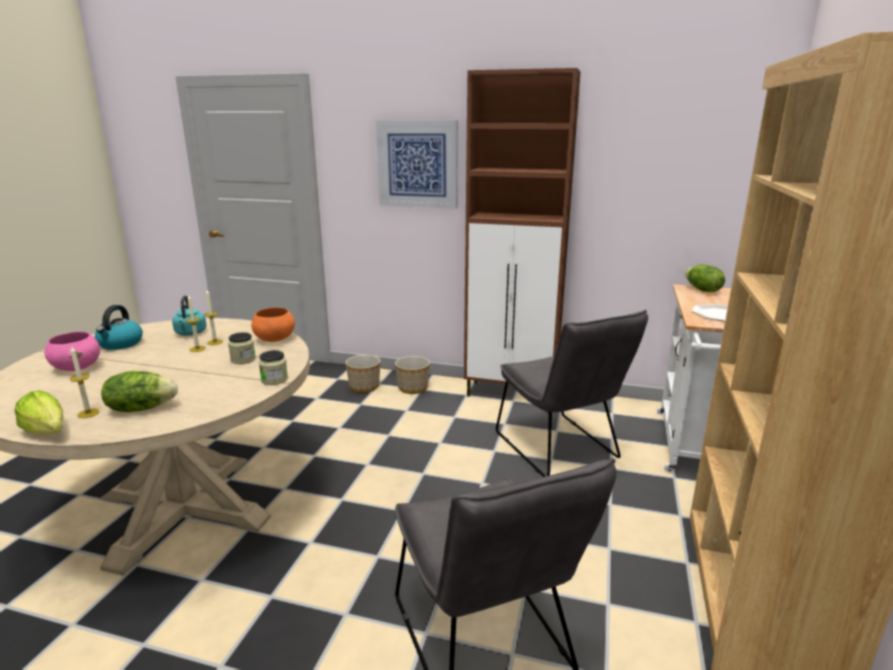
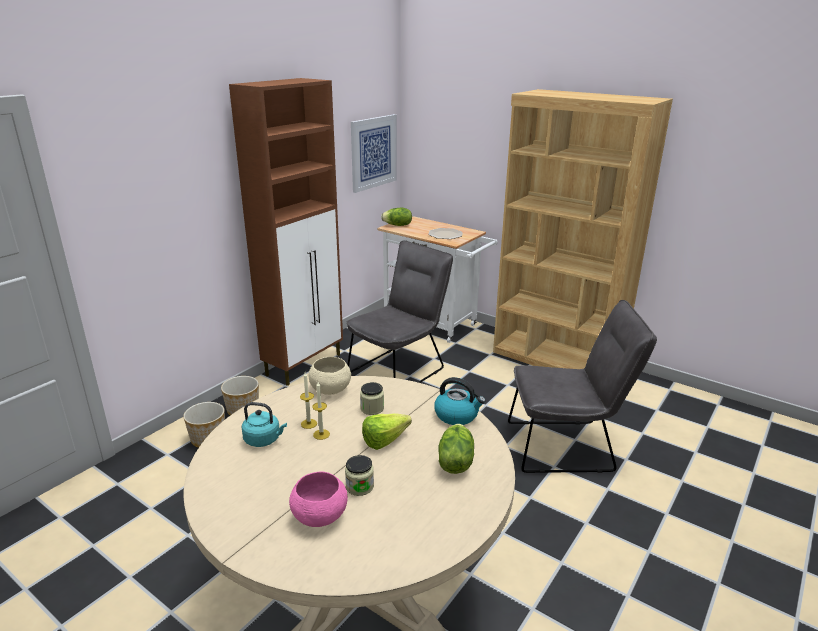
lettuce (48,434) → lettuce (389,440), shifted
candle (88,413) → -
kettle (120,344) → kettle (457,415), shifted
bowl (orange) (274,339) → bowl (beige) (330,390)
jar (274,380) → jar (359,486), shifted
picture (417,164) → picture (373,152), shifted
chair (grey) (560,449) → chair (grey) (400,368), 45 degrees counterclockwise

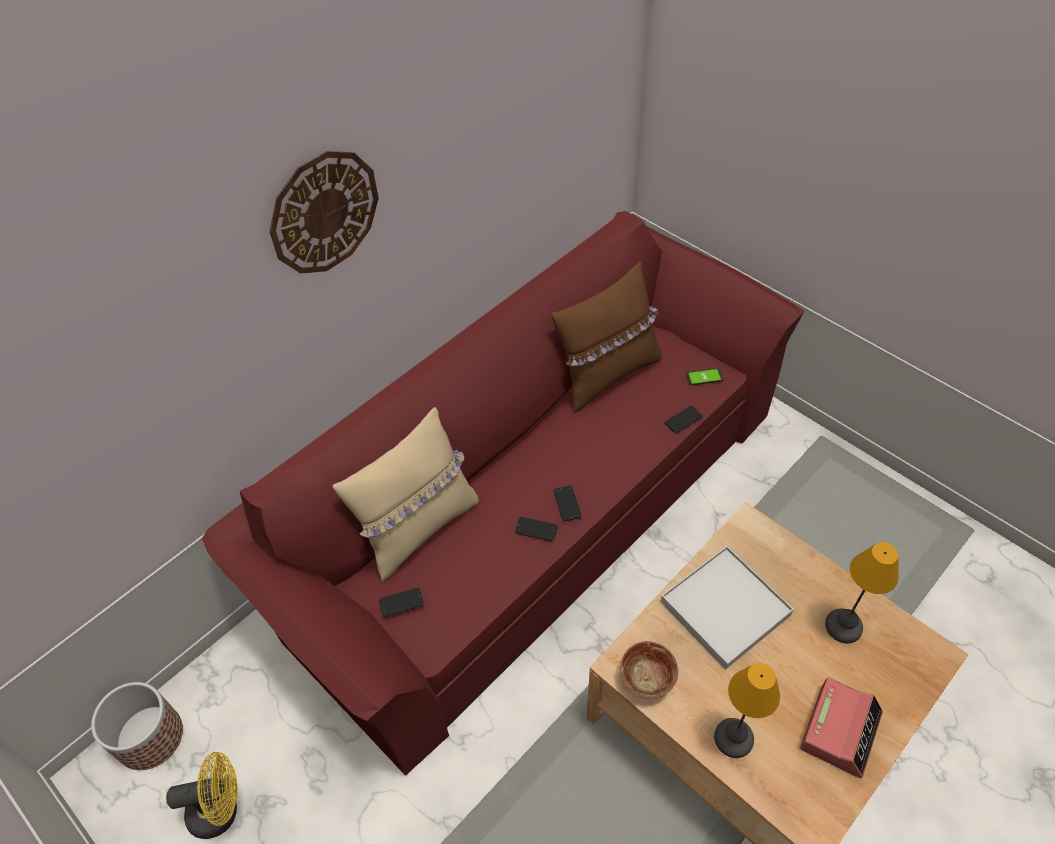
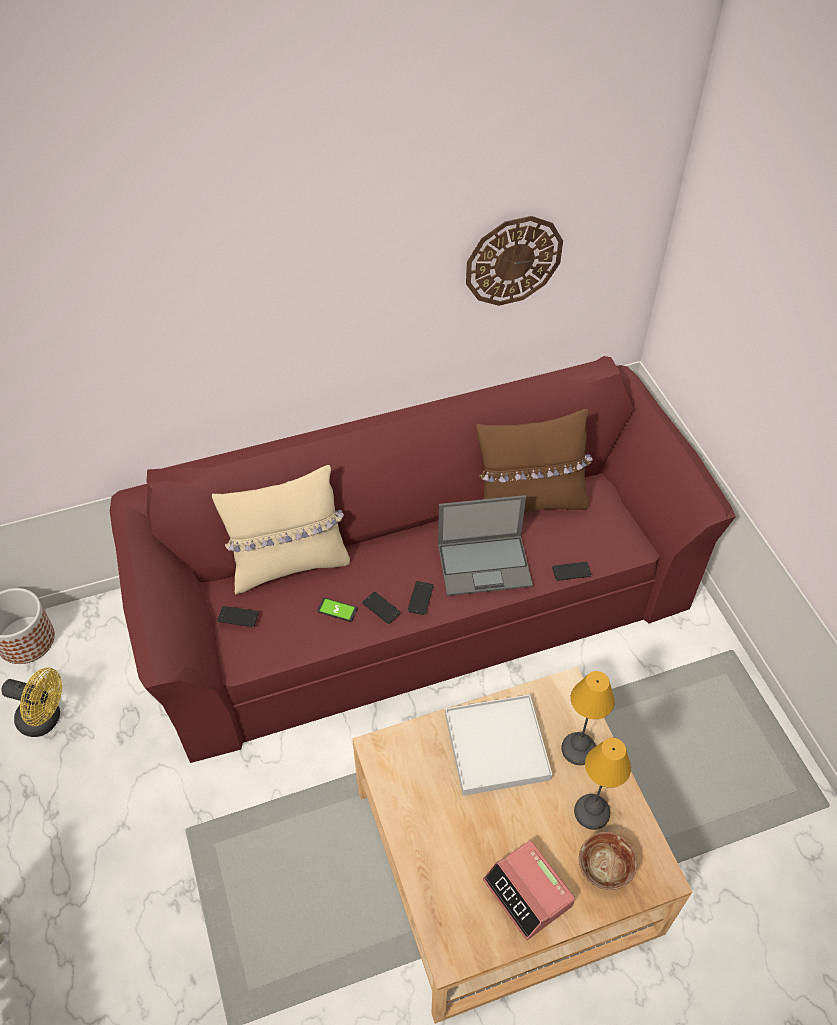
wall clock (324,212) → wall clock (513,260), shifted
bowl (647,680) → bowl (604,869), shifted
phone (704,377) → phone (337,610), shifted
table lamp (733,737) → table lamp (579,748), shifted
alarm clock (840,730) → alarm clock (528,893), 90 degrees clockwise
- → laptop (485,564)

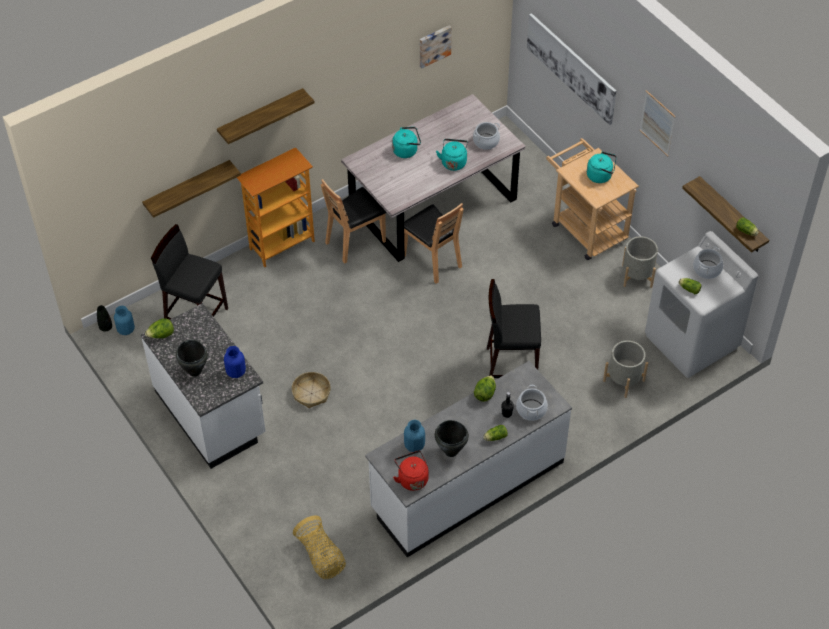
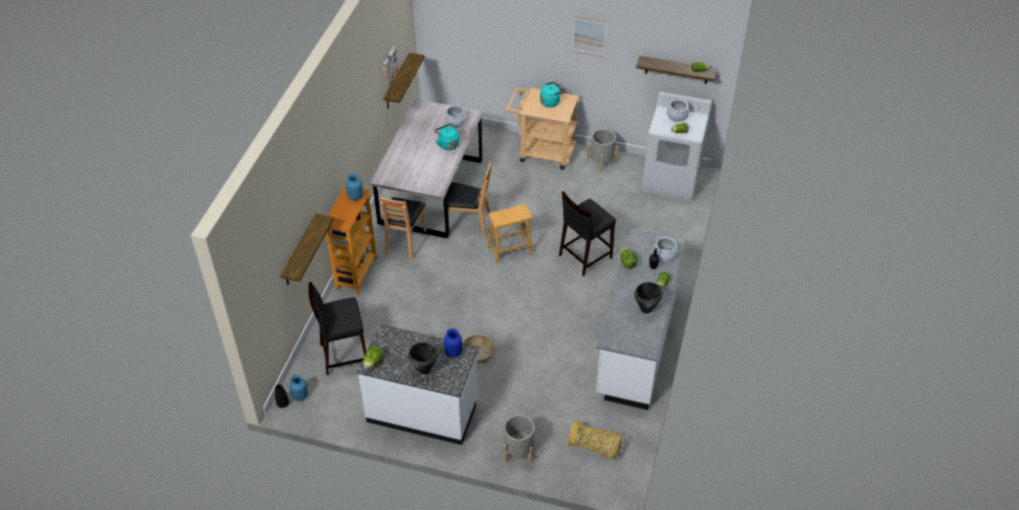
shelf (261,117) → shelf (397,82), shifted
kettle (turquoise) (406,150) → -
kettle (red) (412,478) → -
vase (blue) (414,445) → vase (blue) (355,196), shifted
picture (571,67) → -
planter (grey) (624,380) → planter (grey) (519,451), shifted
- → stool (brown) (510,250)

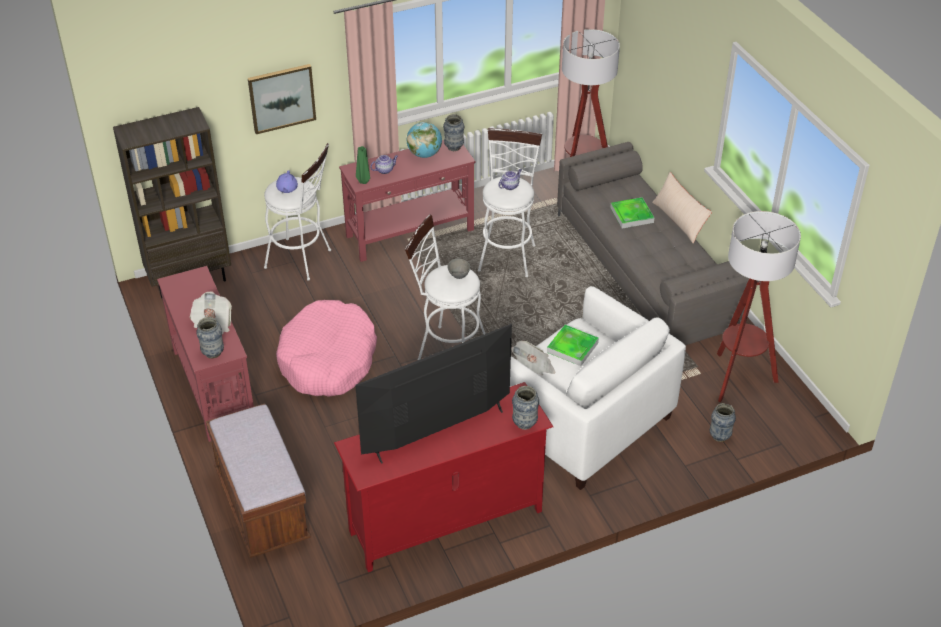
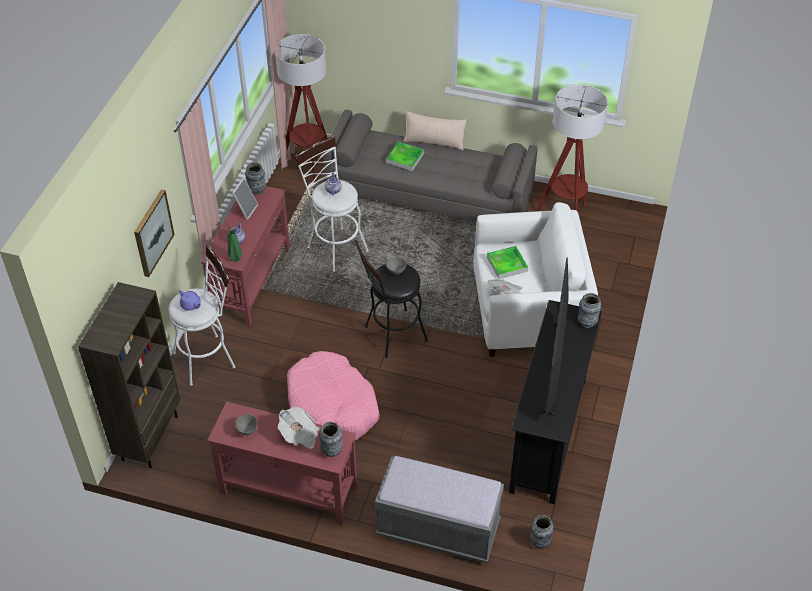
bench (brown) (261,506) → bench (grey) (438,529)
tv stand (red) (445,522) → tv stand (black) (548,435)
stool (white) (447,348) → stool (black) (391,335)
globe (424,154) → picture frame (245,210)
vase (719,436) → vase (539,542), shifted
- → bowl (grey) (247,431)

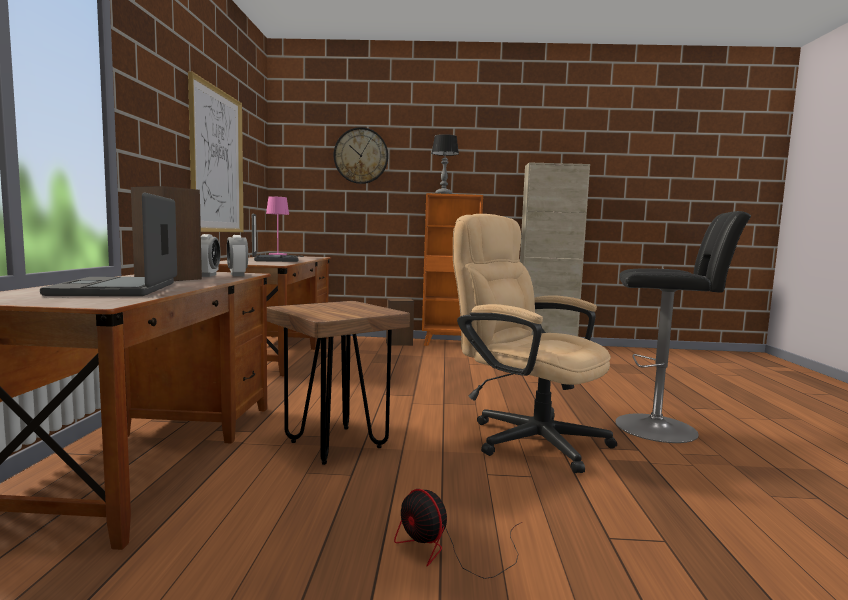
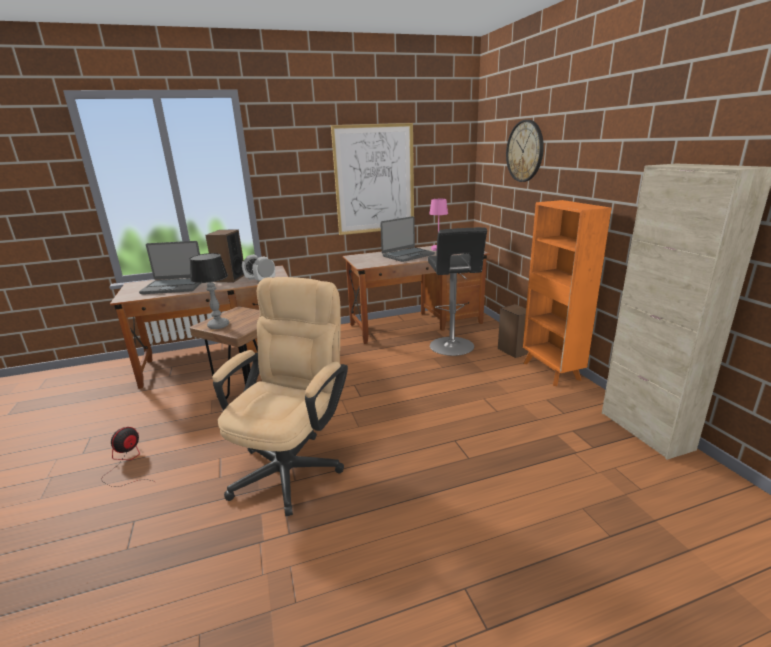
laptop (119,289) → laptop (174,286), 150 degrees counterclockwise
table lamp (443,194) → table lamp (218,326), shifted
stool (black) (662,428) → stool (black) (452,347), shifted

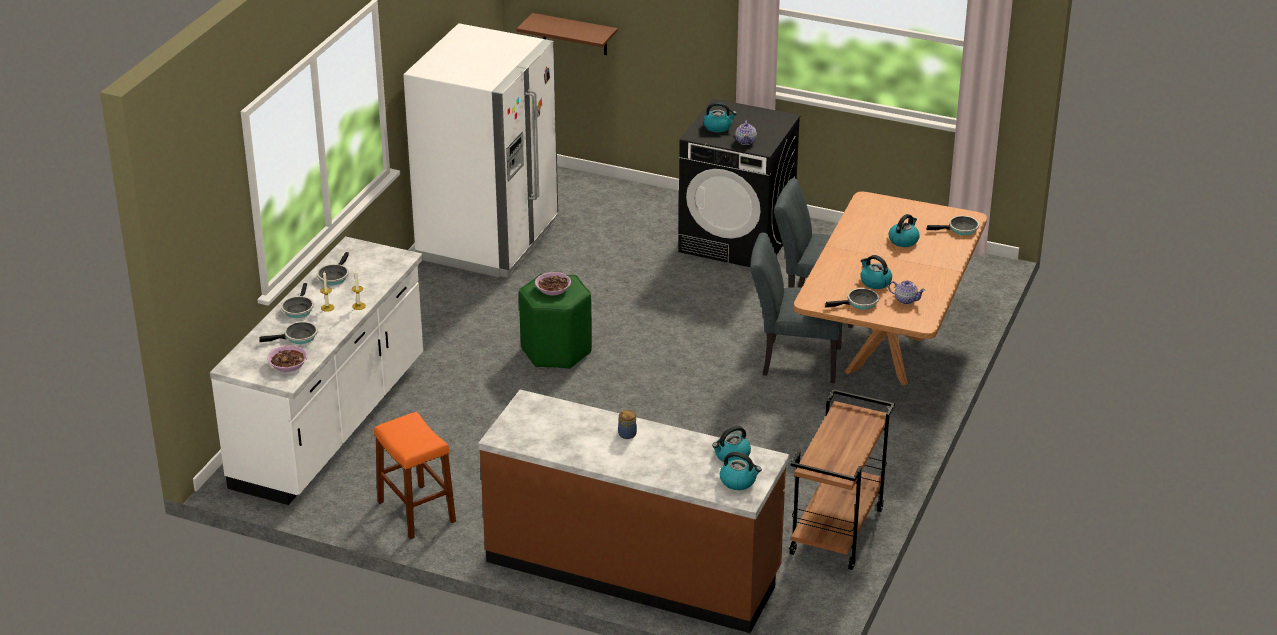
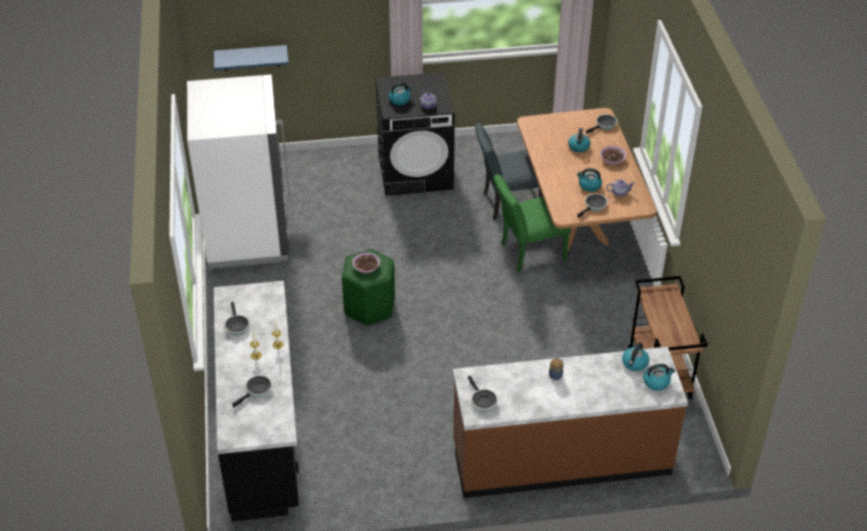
counter (white) (331,424) → counter (black) (263,433)
bowl (288,364) → bowl (612,159), shifted
frying pan (298,309) → frying pan (482,401), shifted
stool (orange) (416,511) → -
shelf (brown) (575,34) → shelf (blue) (251,58)
chair (grey) (794,361) → chair (green) (528,253)

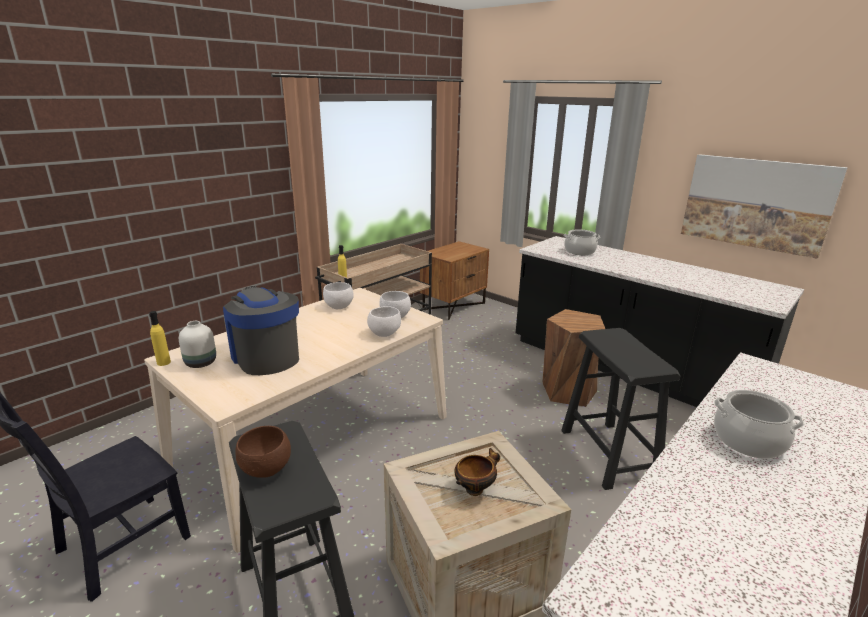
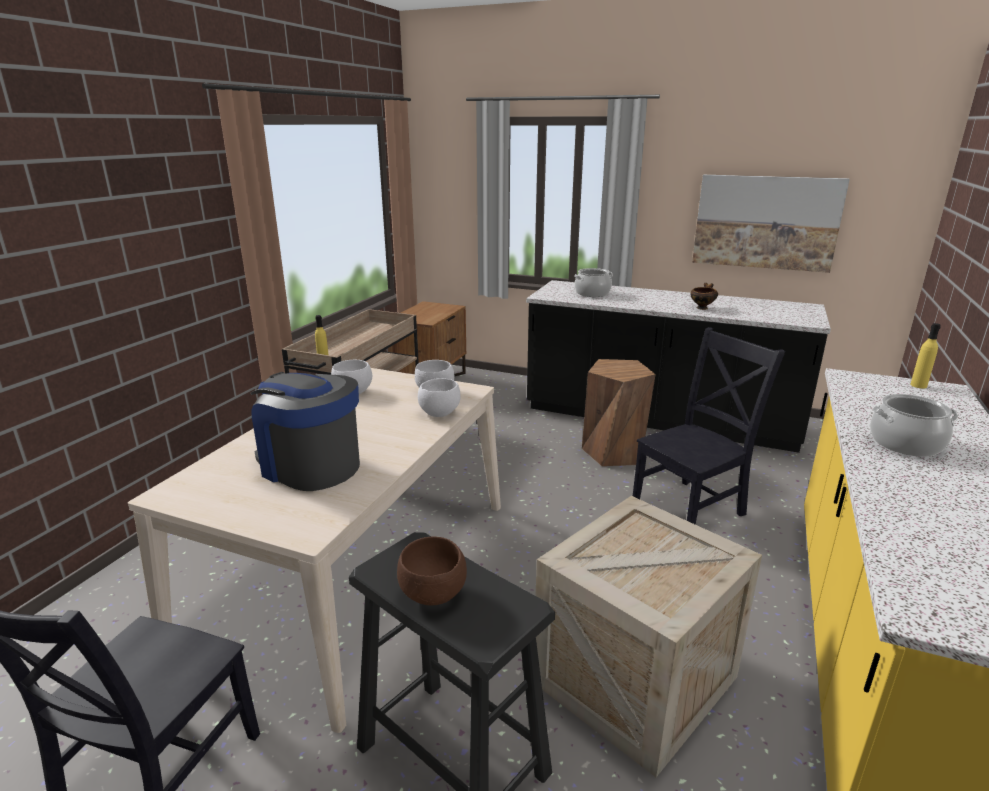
bottle (yellow) (163,362) → bottle (yellow) (918,385), shifted
vase (white) (200,363) → -
bowl (475,488) → bowl (702,308), shifted
stool (black) (608,454) → chair (black) (691,508)

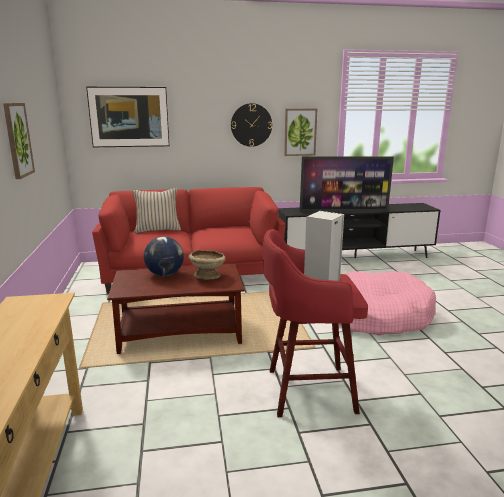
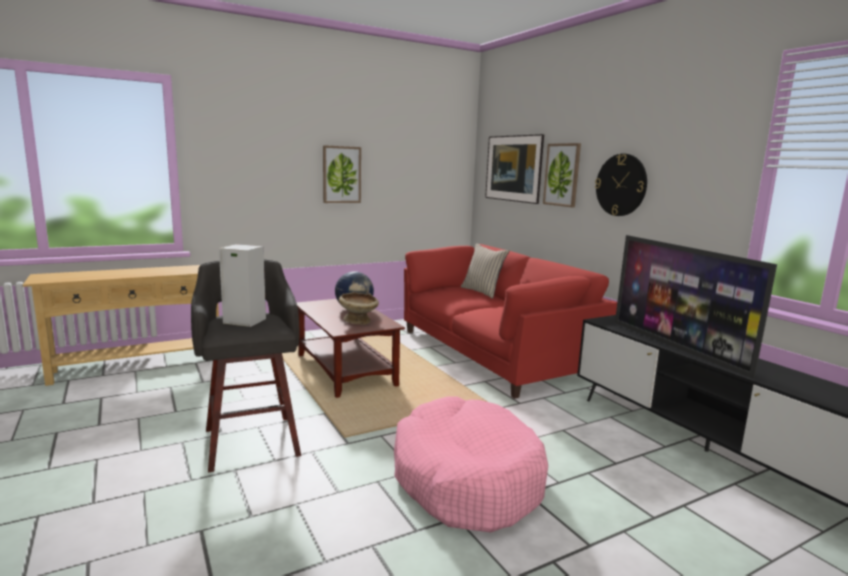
stool (red) (307,390) → stool (grey) (251,440)
picture (300,132) → picture (562,175), shifted

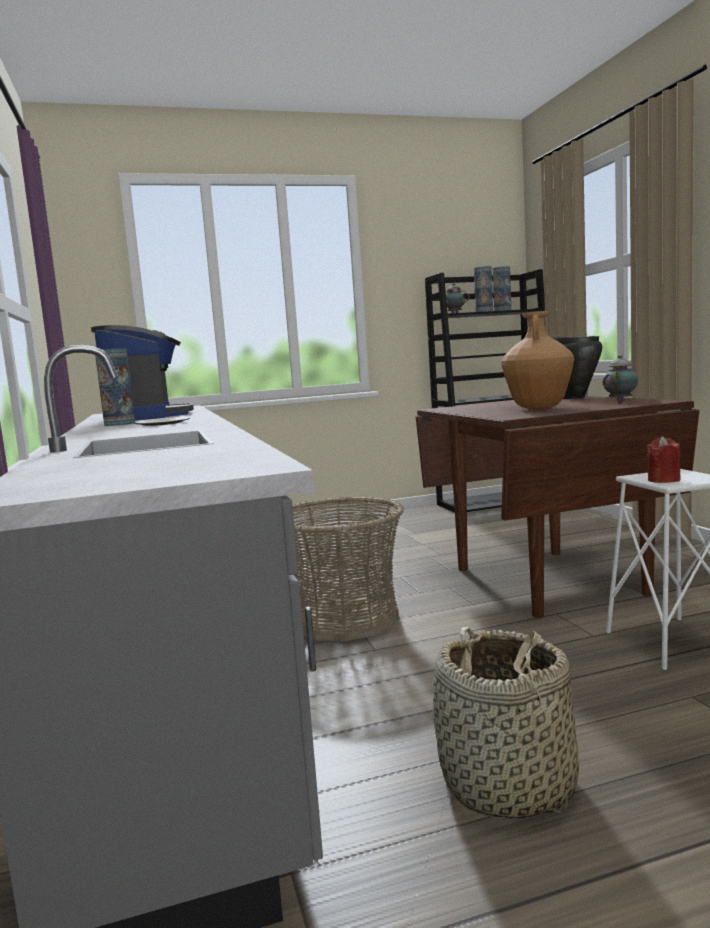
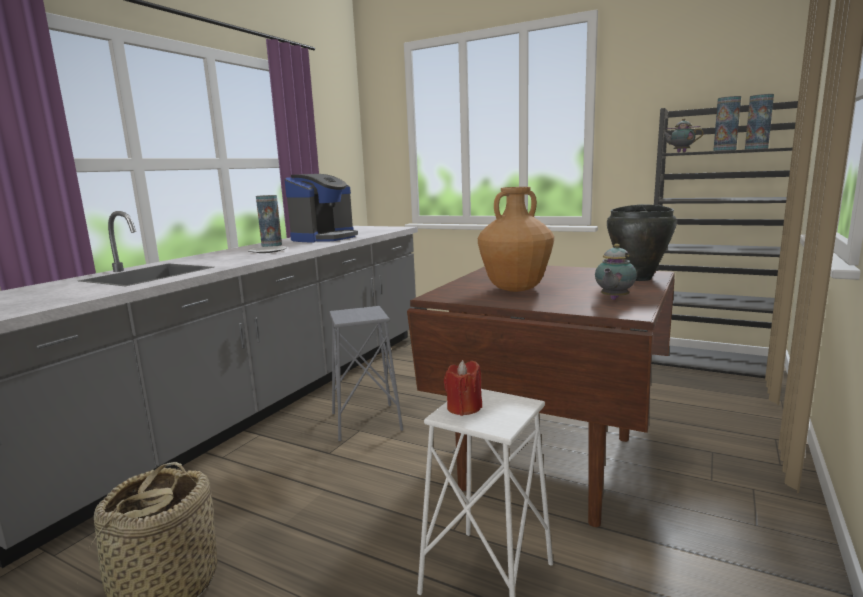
basket (344,619) → stool (grey) (366,421)
teapot (621,401) → teapot (613,299), 135 degrees clockwise

